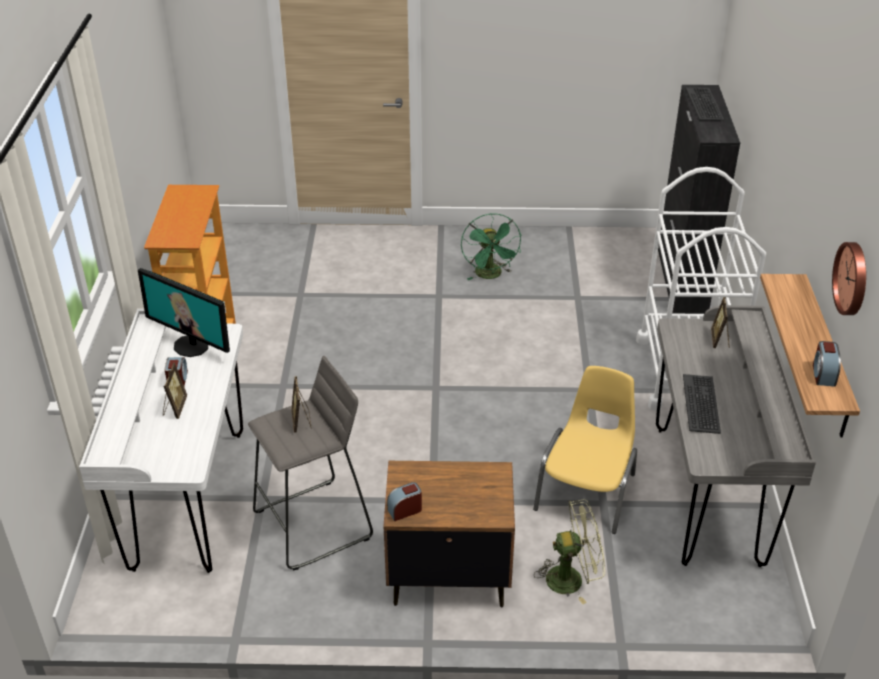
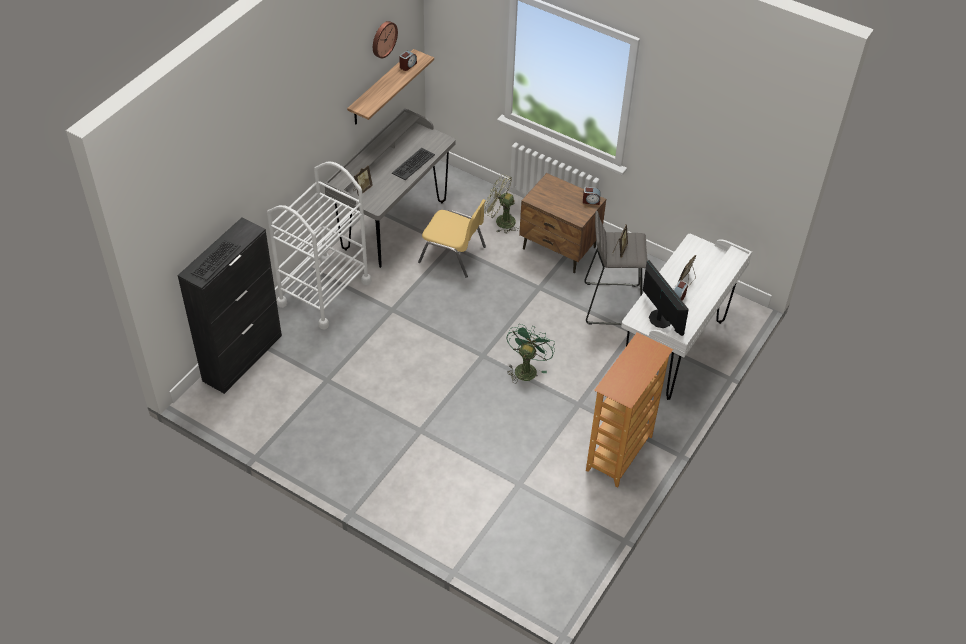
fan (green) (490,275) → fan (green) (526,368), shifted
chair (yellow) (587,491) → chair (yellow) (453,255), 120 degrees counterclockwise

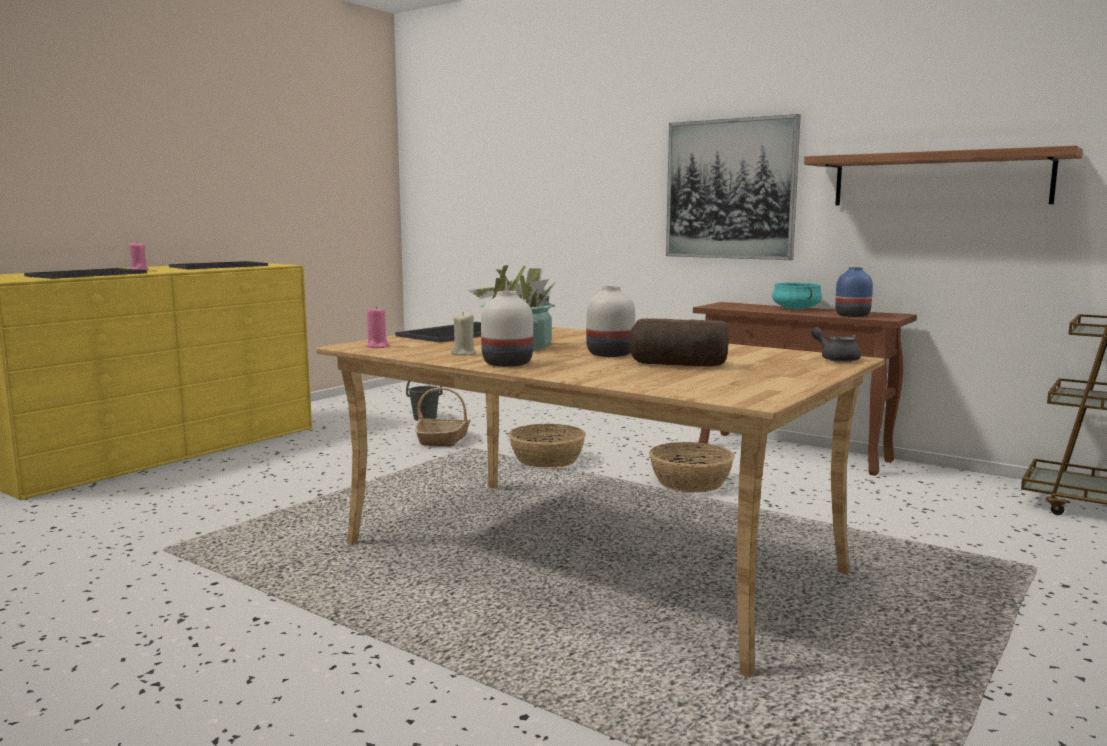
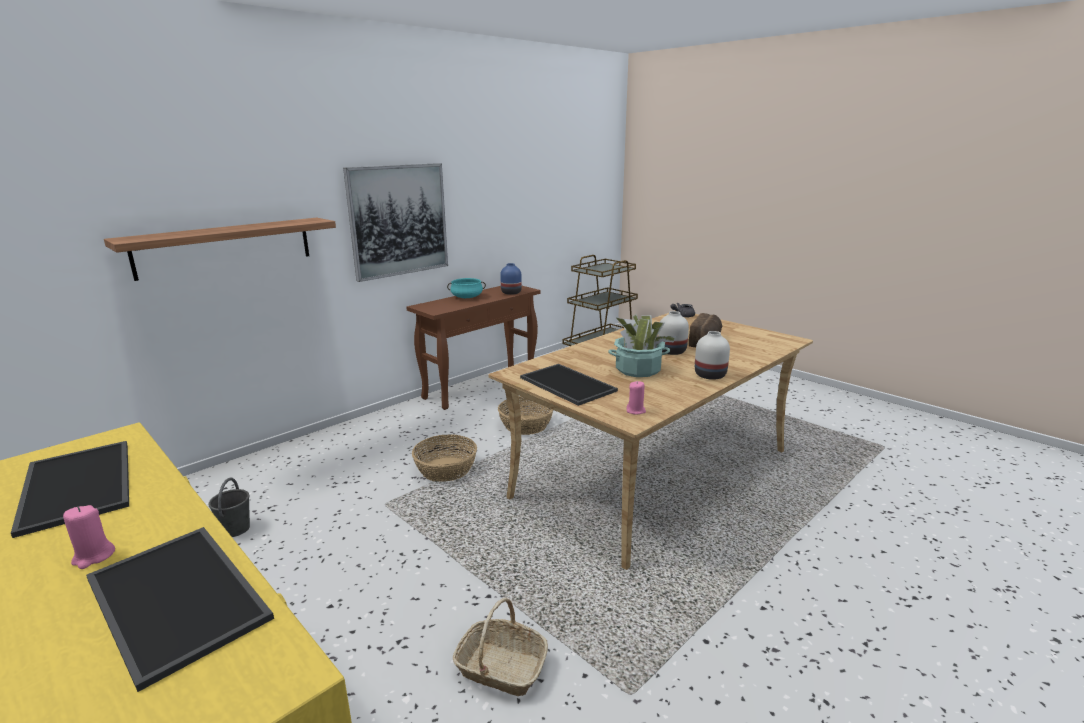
basket (443,440) → basket (501,668), shifted
candle (beige) (463,354) → -
shelf (939,179) → shelf (225,247), shifted

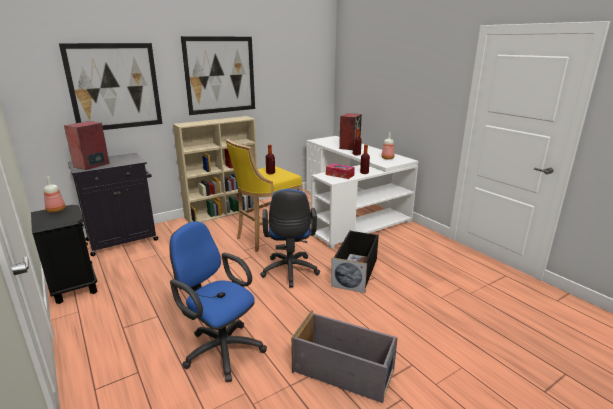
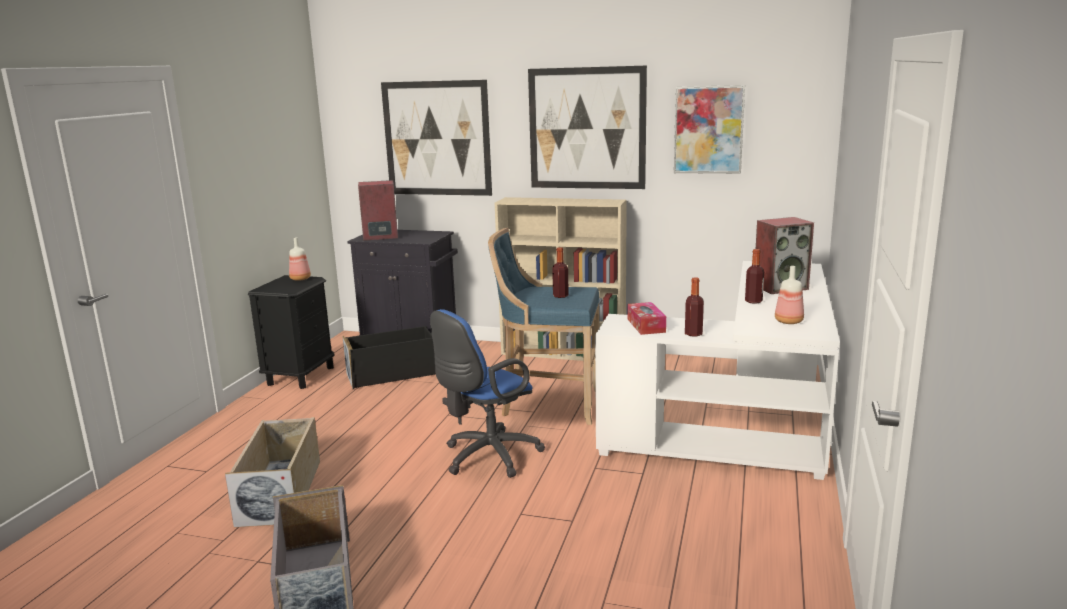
office chair (blue) (220,349) → storage box (beige) (281,492)
stool (yellow) (266,238) → stool (blue) (548,404)
storage box (black) (355,272) → storage box (black) (393,374), shifted
- → picture (708,130)

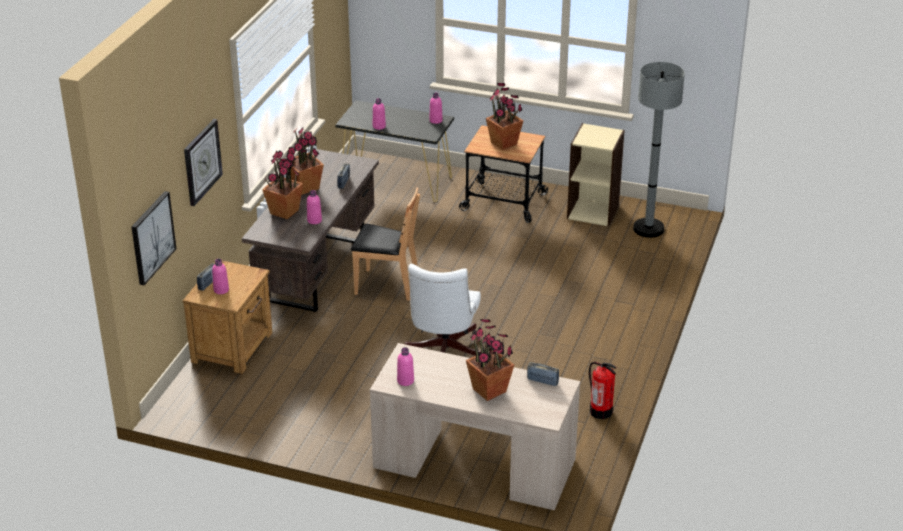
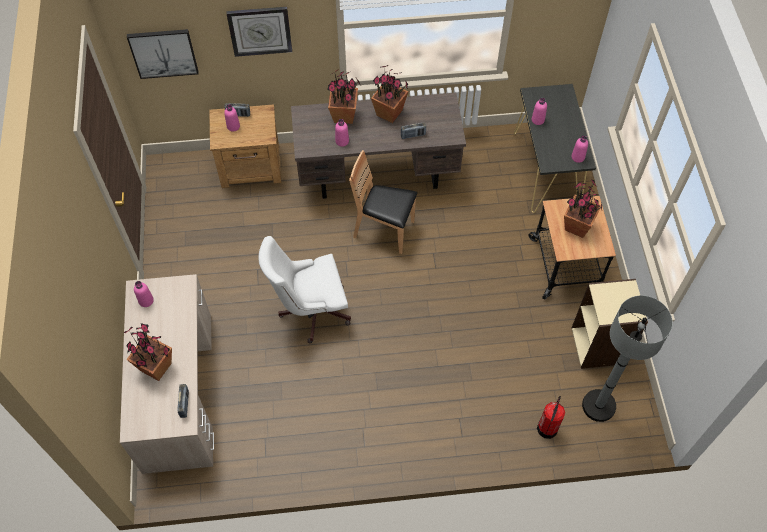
chair (brown) (386,285) → chair (brown) (384,230), 120 degrees clockwise
fire extinguisher (600,411) → fire extinguisher (547,428), shifted

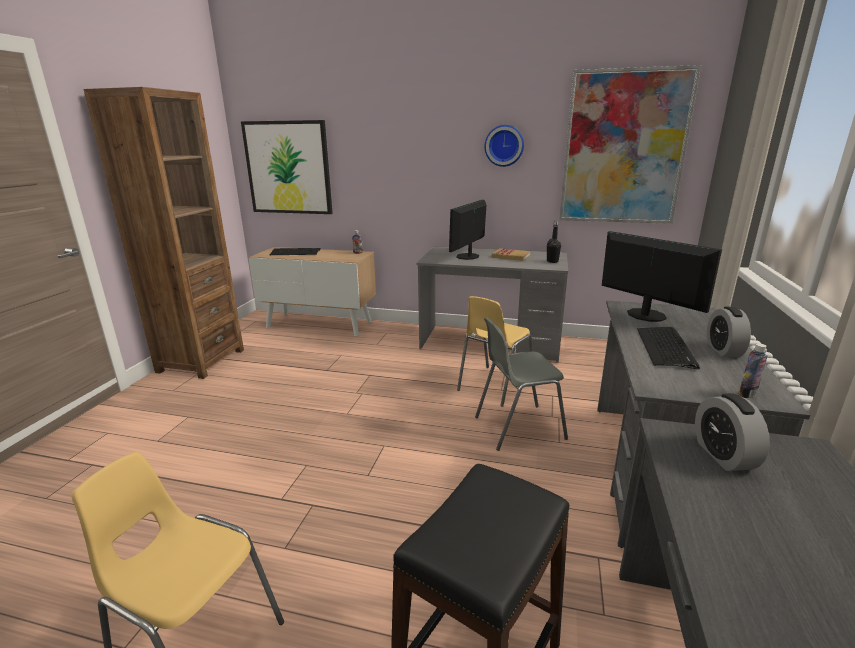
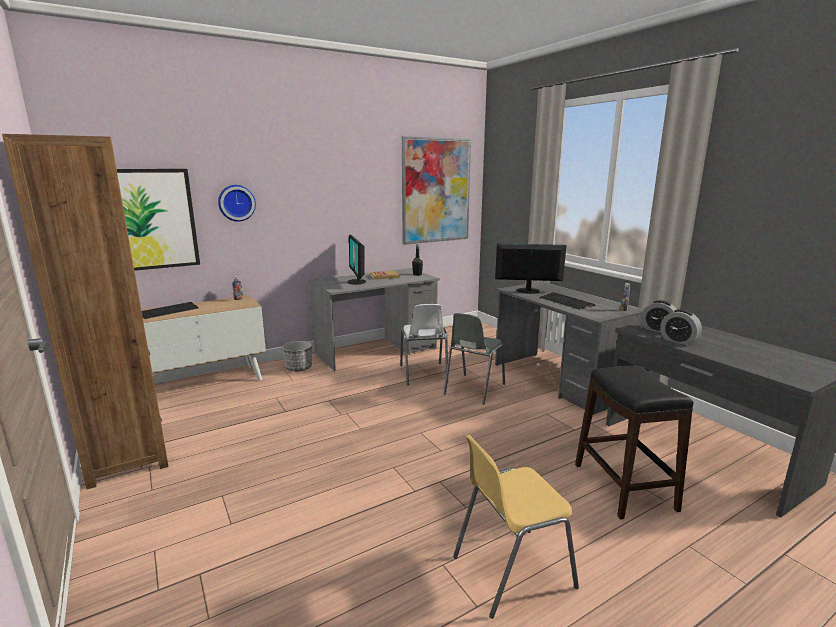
chair (yellow) (494,386) → chair (white) (423,374)
wall clock (504,145) → wall clock (236,203), shifted
alarm clock (723,350) → alarm clock (678,341), shifted
- → planter (299,368)

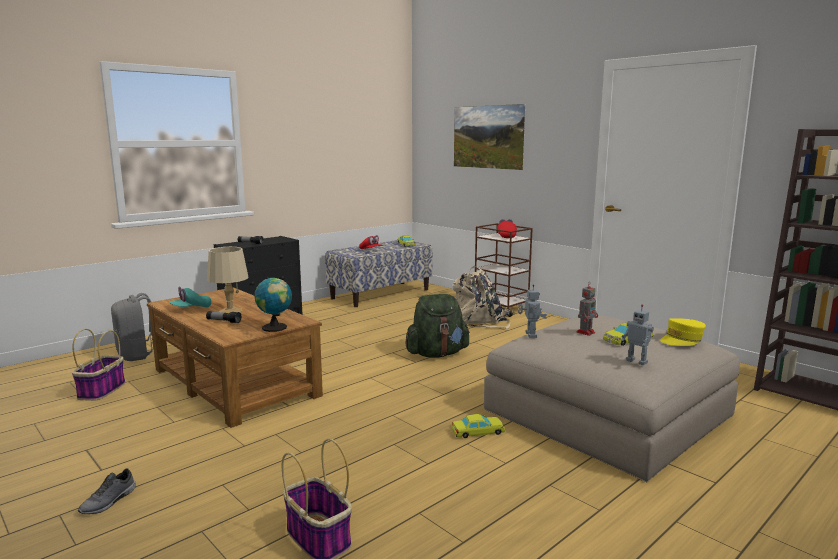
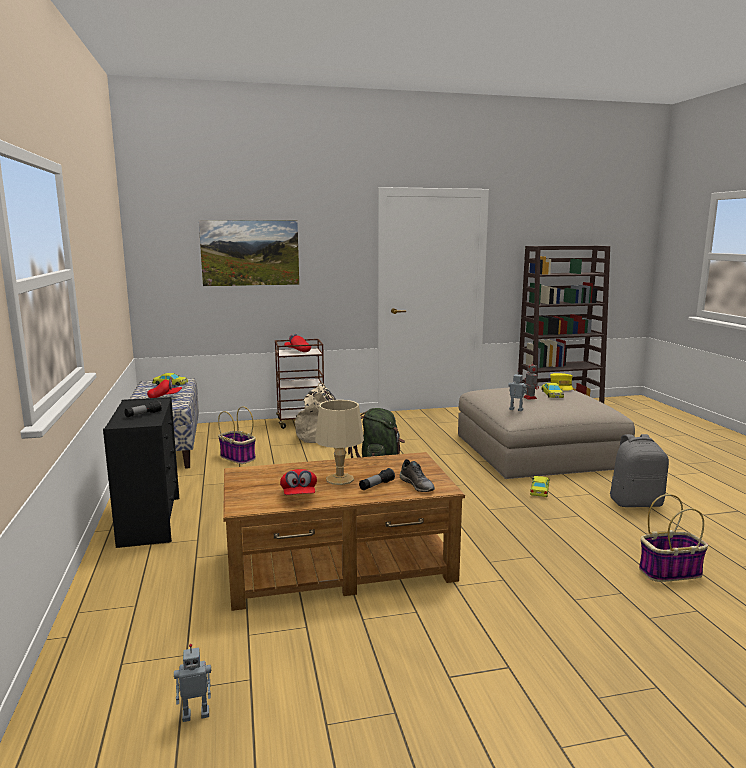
basket (101,391) → basket (238,458), shifted
shoe (grey) (109,502) → shoe (grey) (417,485), shifted
backpack (grey) (137,355) → backpack (grey) (636,502), shifted
cap (turquoise) (191,309) → cap (red) (299,495)
globe (275,328) → -
toy robot (637,361) → toy robot (196,714), shifted

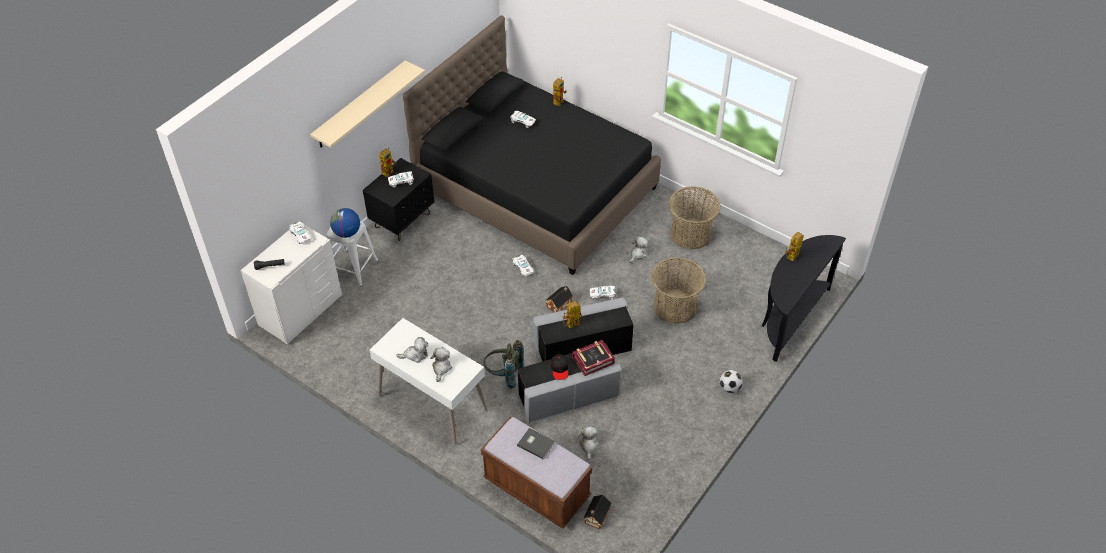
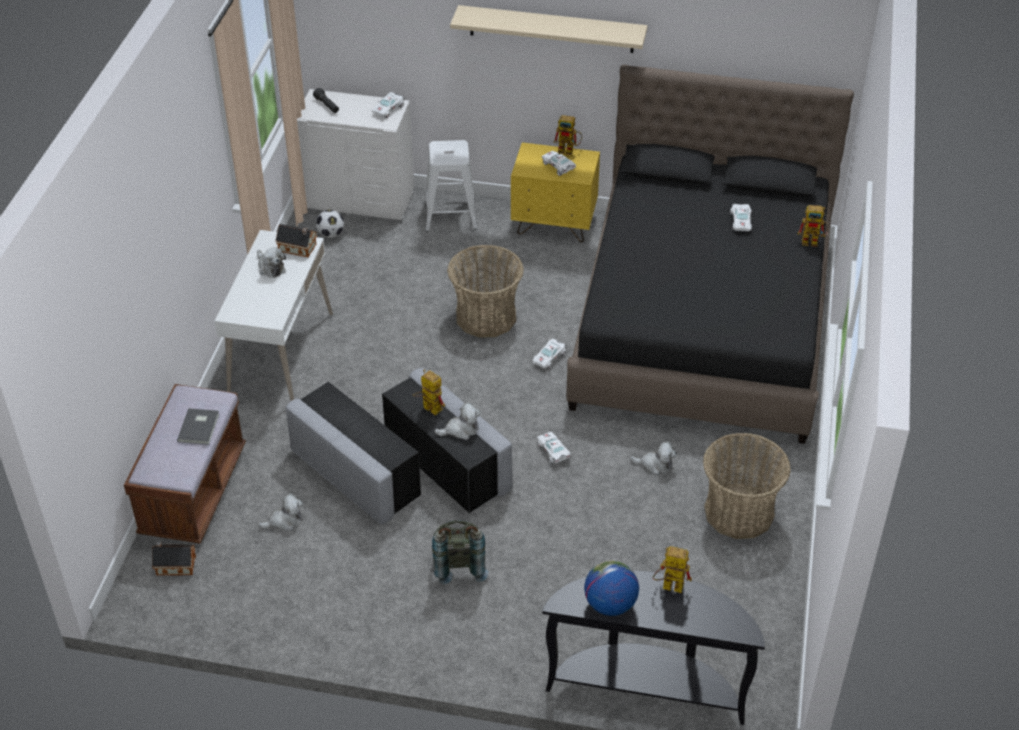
globe (347,233) → globe (610,604), shifted
nightstand (black) (403,220) → nightstand (yellow) (554,225)
plush toy (441,368) → plush toy (460,430), shifted
backpack (grey) (504,375) → backpack (grey) (458,564), shifted
toy house (560,303) → toy house (298,248), shifted
cap (black) (560,369) → -
book (593,360) → -
basket (675,306) → basket (486,316), shifted
football (729,387) → football (331,234), shifted

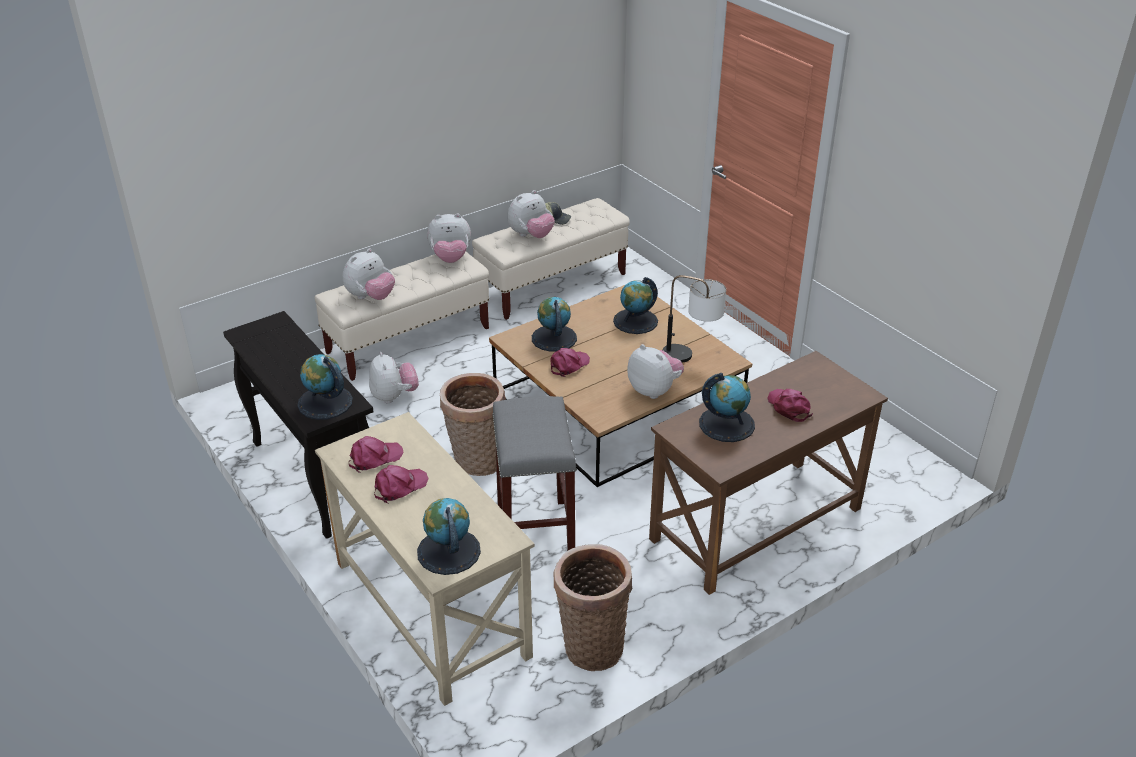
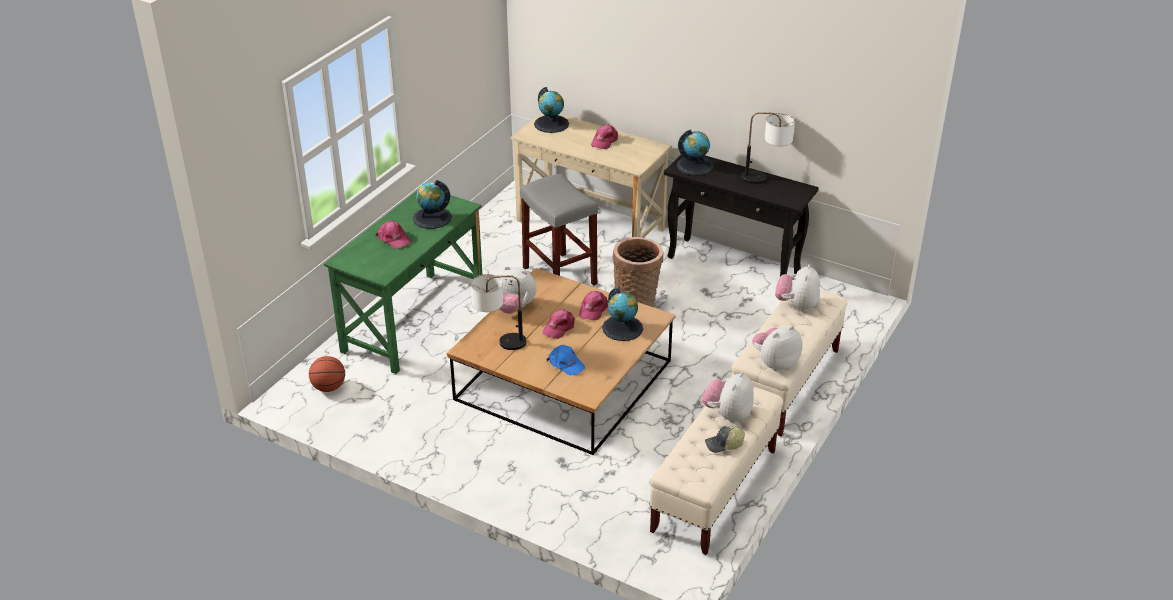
cap (pink) (374,458) → cap (pink) (559,327), shifted
plush toy (394,396) → -
basket (591,645) → -
globe (635,321) → cap (blue) (566,364)
desk (brown) (756,525) → desk (green) (413,321)
- → basketball (329,387)
- → table lamp (766,179)

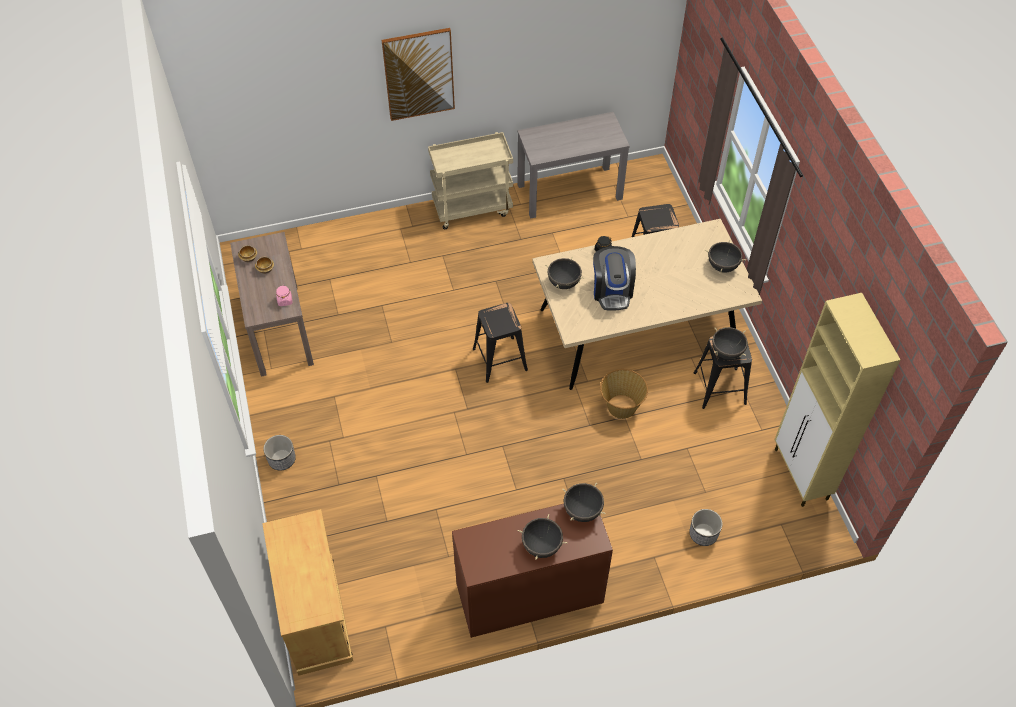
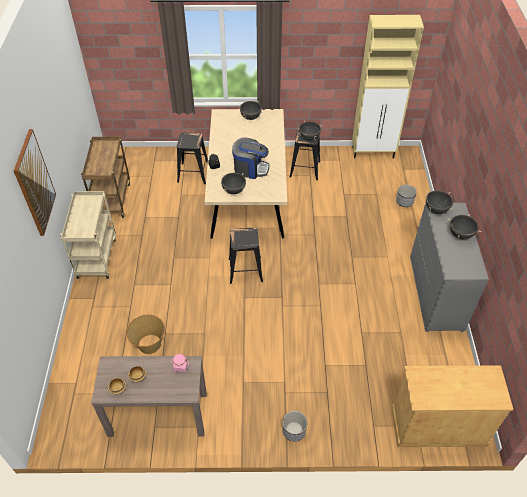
dresser (brown) (529,595) → dresser (grey) (435,293)
console table (grey) (570,191) → cart (brown) (112,199)
basket (621,406) → basket (149,344), shifted

